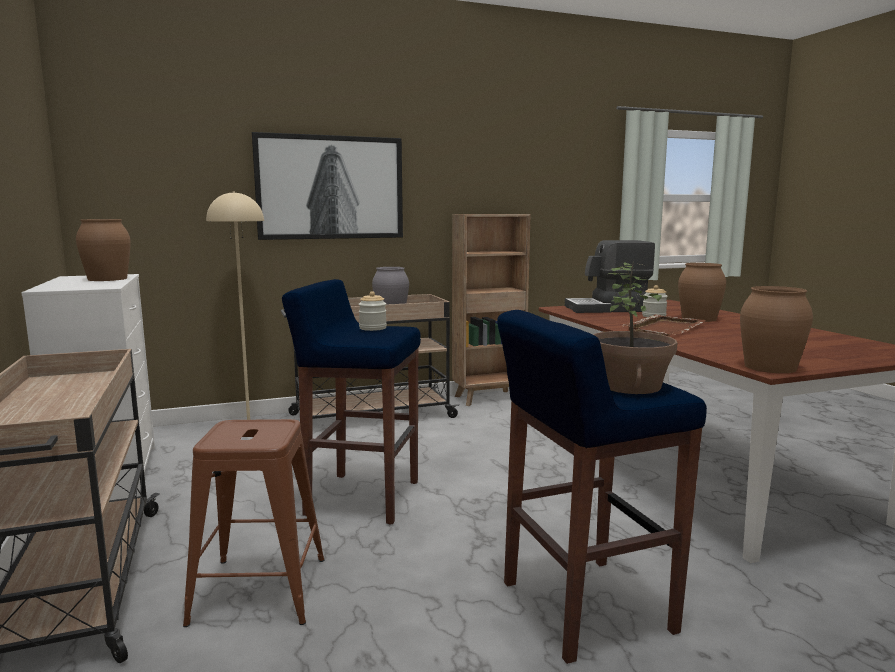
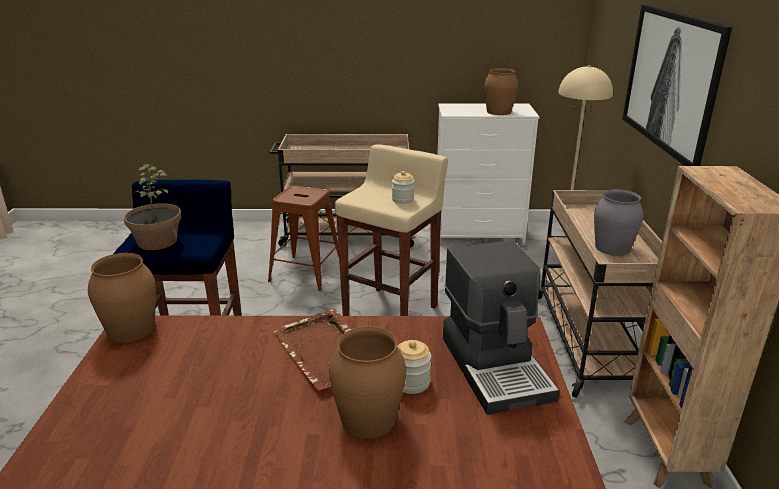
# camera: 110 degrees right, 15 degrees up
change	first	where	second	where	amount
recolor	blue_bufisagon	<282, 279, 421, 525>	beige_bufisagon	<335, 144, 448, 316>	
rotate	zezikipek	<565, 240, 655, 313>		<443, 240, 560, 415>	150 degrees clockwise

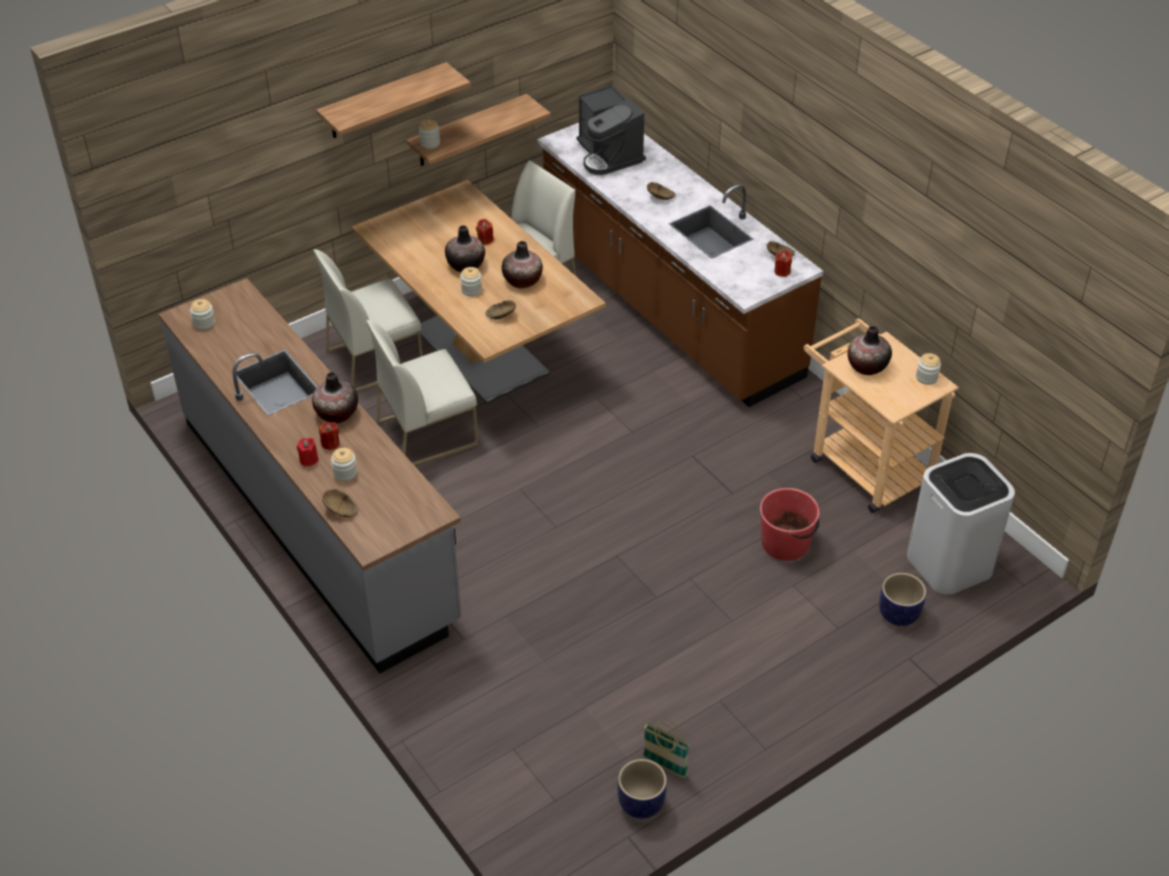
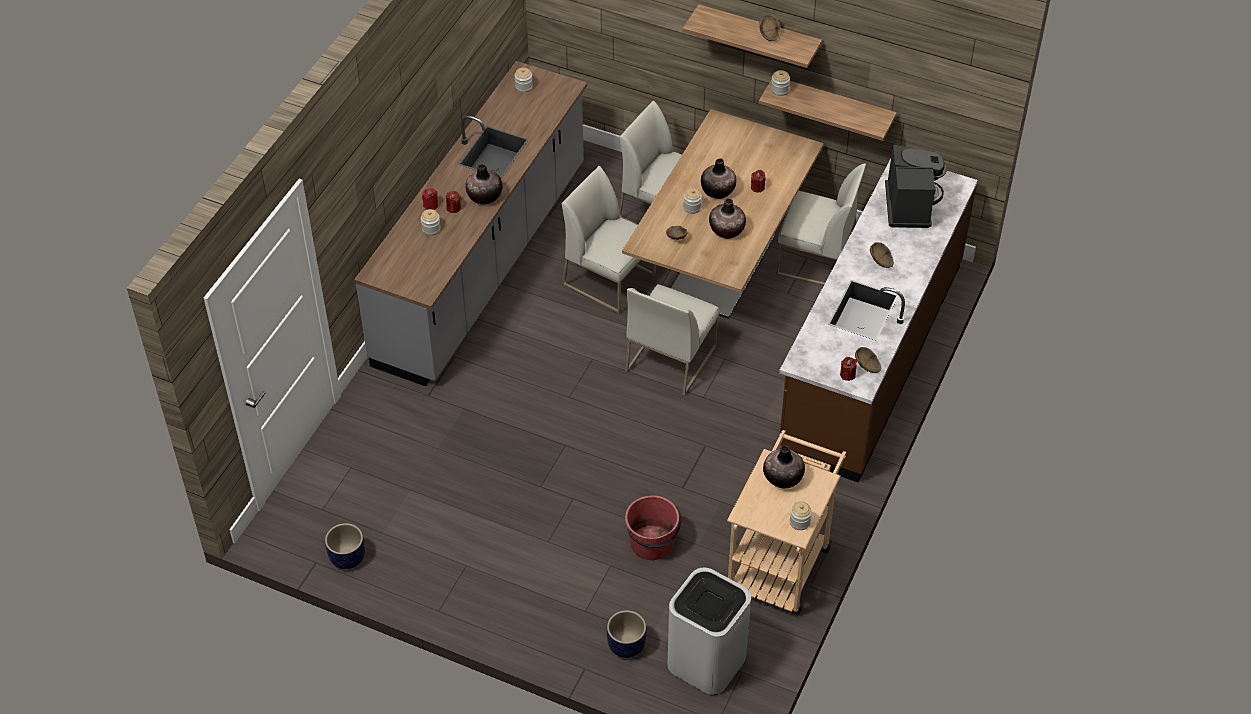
# camera: 60 degrees right, 5 degrees up
change	first	where	second	where	amount
delete	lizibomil	<643, 718, 689, 779>			
insert			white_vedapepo	<625, 284, 720, 396>	
move	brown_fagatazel	<322, 489, 358, 517>		<759, 15, 780, 41>	
rotate	zezikipek	<577, 86, 646, 175>		<885, 144, 946, 228>	150 degrees clockwise

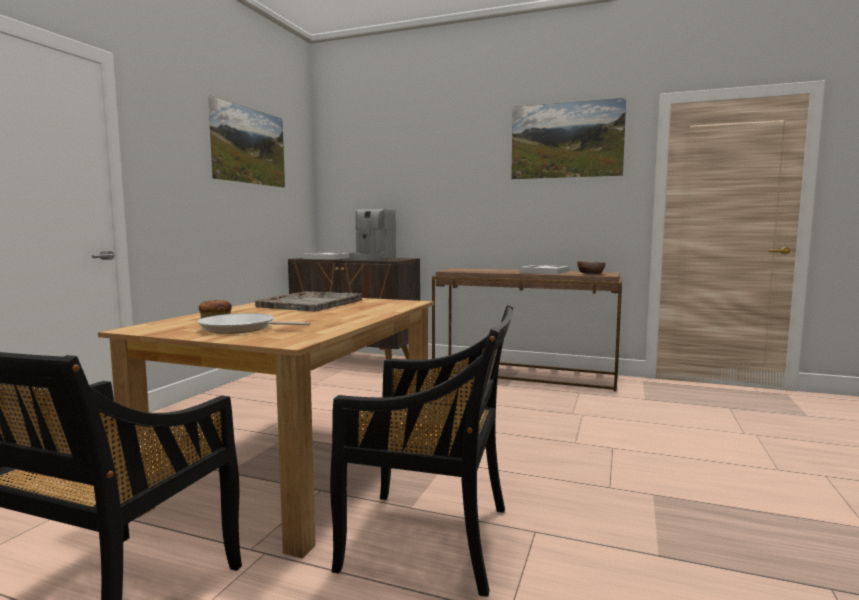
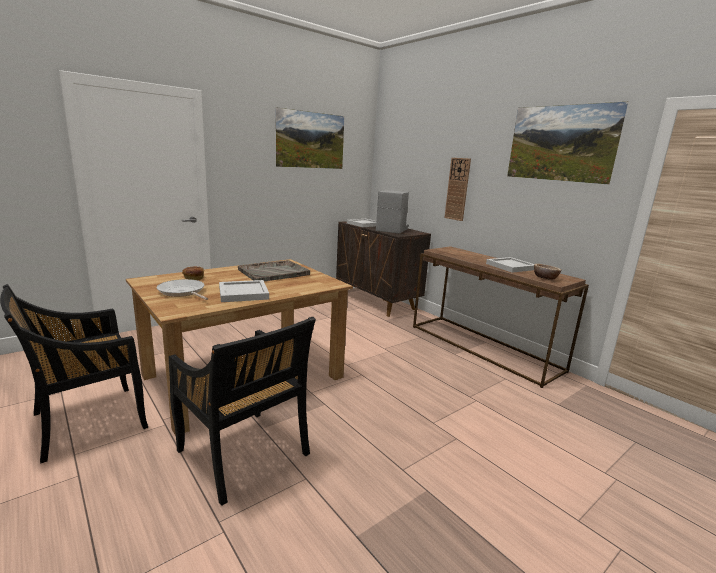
# camera: 30 degrees right, 10 degrees up
change	first	where	second	where	amount
insert			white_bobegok	<219, 280, 269, 302>	
insert			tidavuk	<444, 158, 471, 221>	
rotate	zezikipek	<349, 209, 396, 260>		<376, 190, 409, 234>	150 degrees clockwise

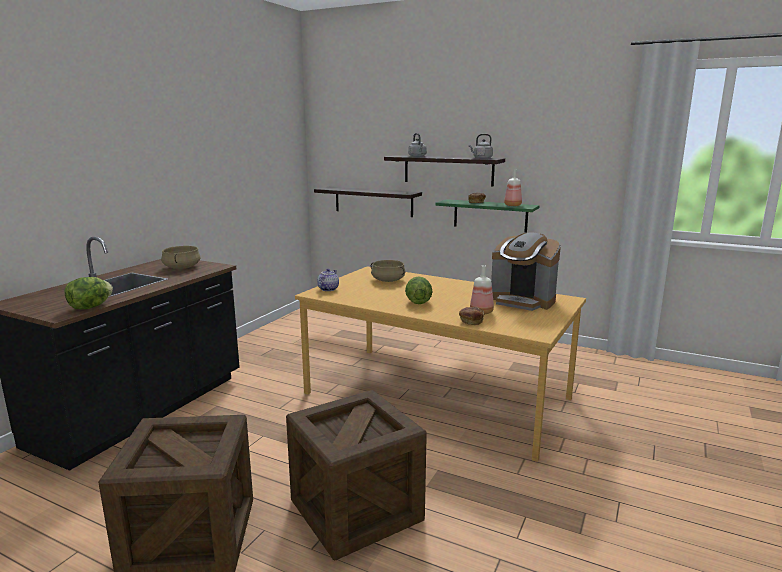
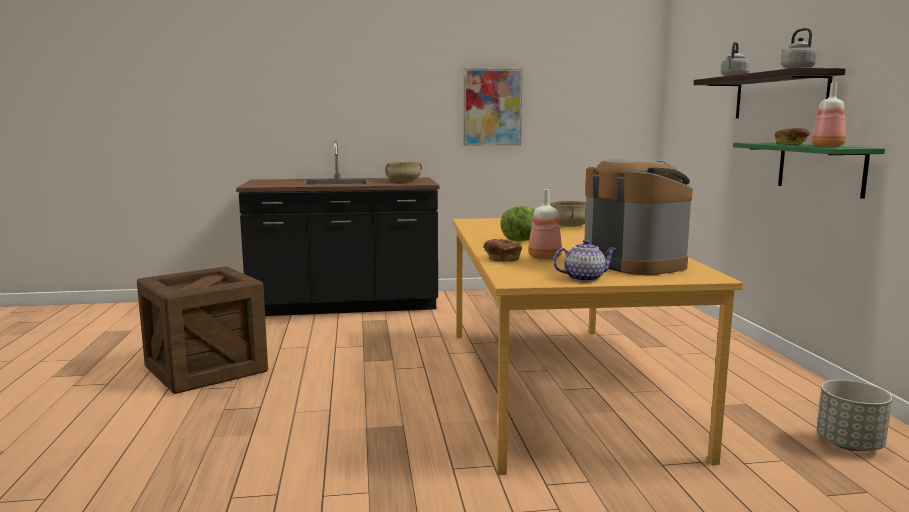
# camera: 55 degrees right, 5 degrees down
change	first	where	second	where	amount
delete	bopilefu	<64, 277, 113, 309>			
delete	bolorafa	<286, 390, 427, 561>			
delete	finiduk	<314, 187, 422, 217>			
insert			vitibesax	<464, 68, 523, 146>	
insert			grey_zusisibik	<816, 380, 892, 451>	
move	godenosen	<317, 269, 339, 291>		<553, 239, 616, 282>	
rotate	zezikipek	<491, 232, 561, 311>		<584, 158, 693, 275>	150 degrees clockwise

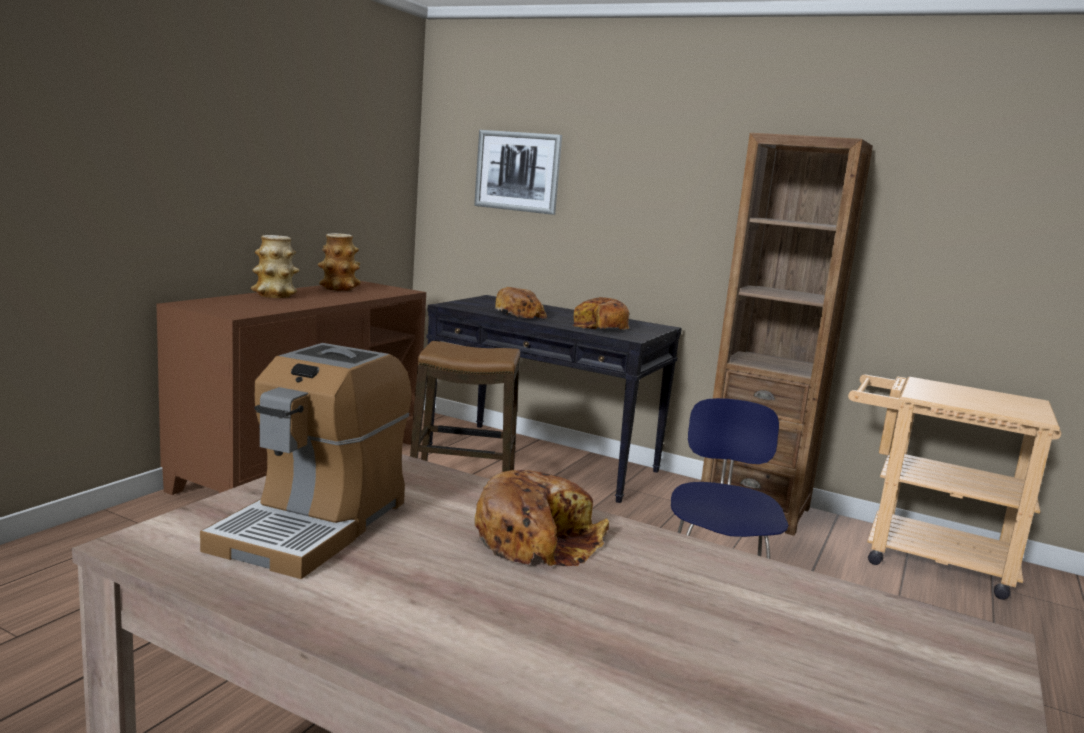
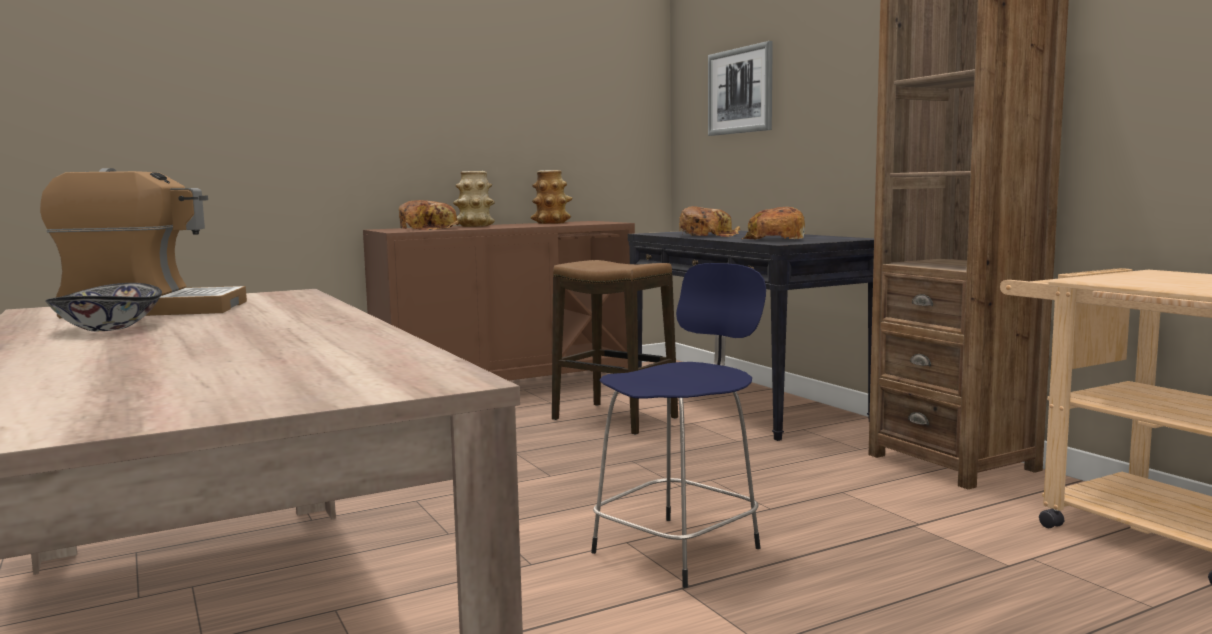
# camera: 35 degrees right, 5 degrees down
change	first	where	second	where	amount
insert			fagatazel	<45, 283, 162, 331>	
move	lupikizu	<474, 470, 609, 566>		<399, 200, 461, 230>	
rotate	zezikipek	<200, 343, 411, 579>		<40, 168, 247, 318>	150 degrees counterclockwise

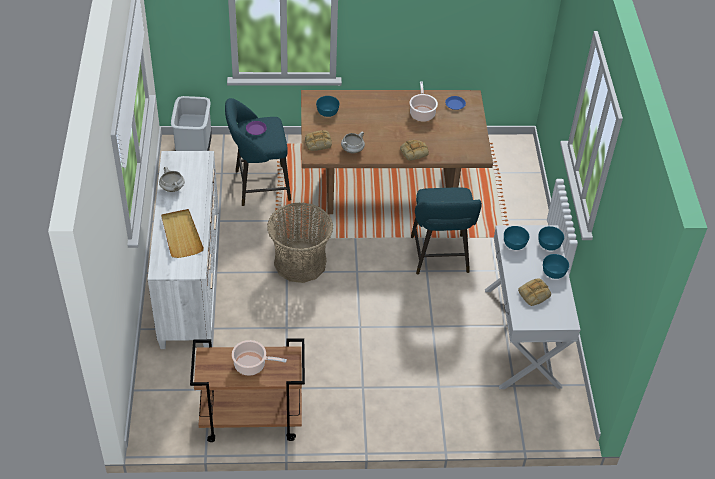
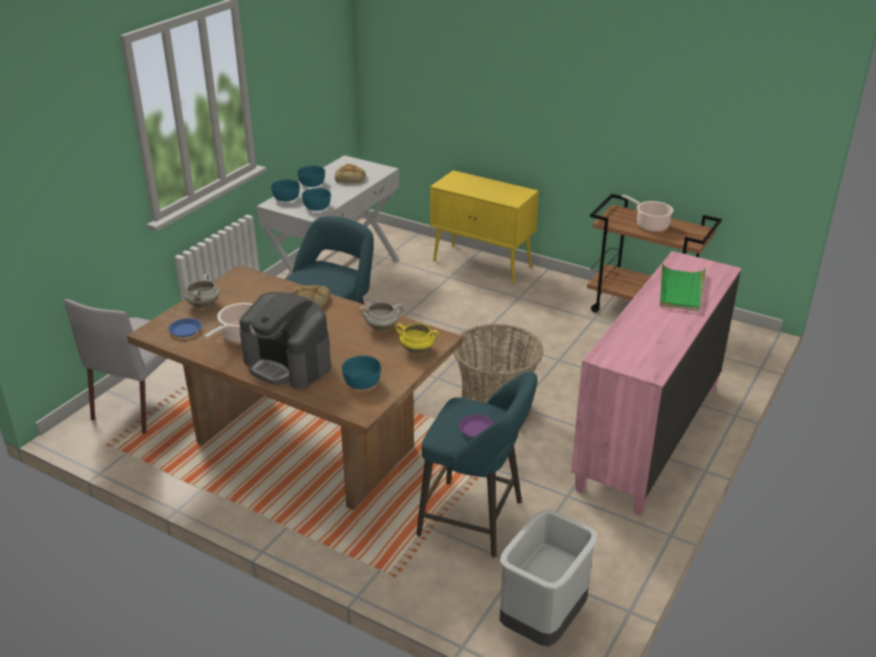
# camera: 145 degrees left, 15 degrees down
change	first	where	second	where	amount
insert			grey_vedapepo	<64, 299, 187, 434>	
insert			zezikipek	<239, 292, 331, 389>	
insert			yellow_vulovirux	<430, 170, 539, 284>	
move	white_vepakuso	<159, 167, 184, 192>		<185, 274, 220, 308>	
replace	lupikizu	<305, 130, 332, 151>	yellow_vepakuso	<395, 323, 439, 354>	
recolor	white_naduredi	<148, 151, 219, 349>	pink_naduredi	<571, 251, 741, 515>	
recolor	beige_bobegok	<161, 209, 204, 258>	green_bobegok	<660, 263, 706, 312>	

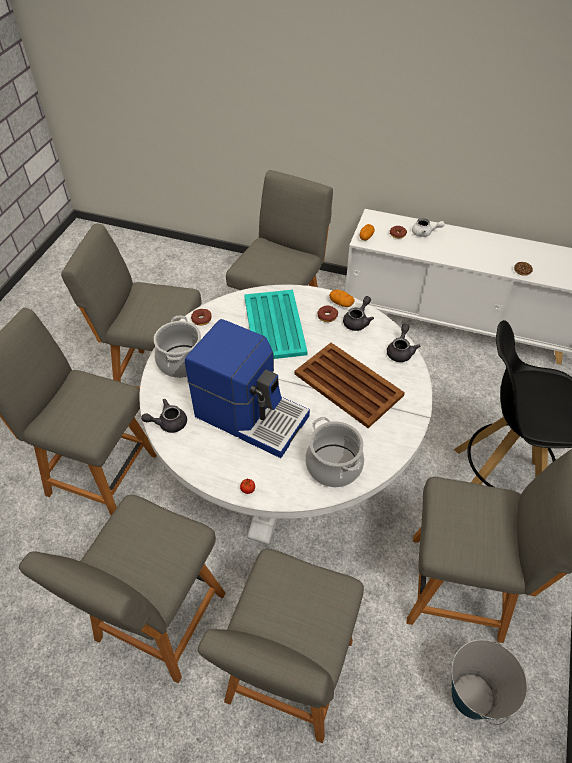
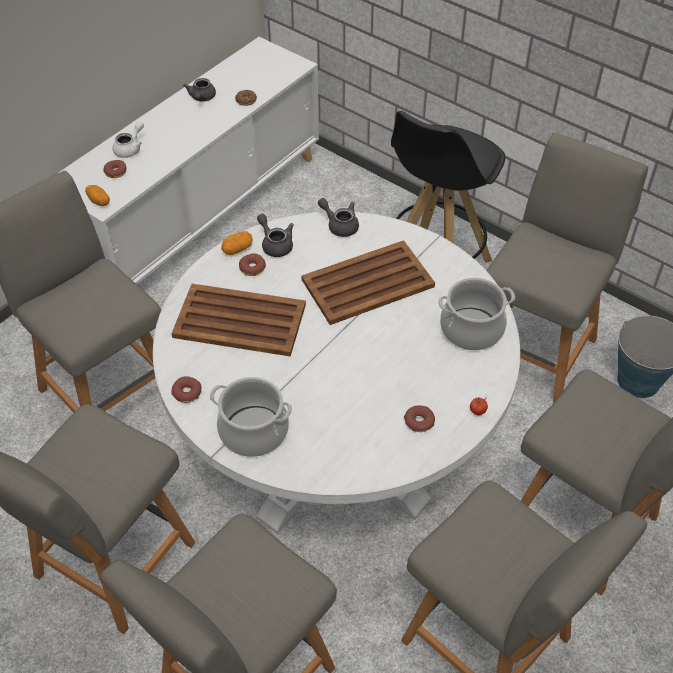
# camera: 70 degrees left, 0 degrees up
change	first	where	second	where	amount
delete	zezikipek	<185, 319, 310, 458>			
insert			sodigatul	<404, 406, 435, 432>	
move	grey_godenosen	<141, 399, 187, 433>		<183, 78, 216, 102>	
recolor	turquoise_bobegok	<244, 290, 308, 359>	brown_bobegok	<171, 284, 306, 357>	

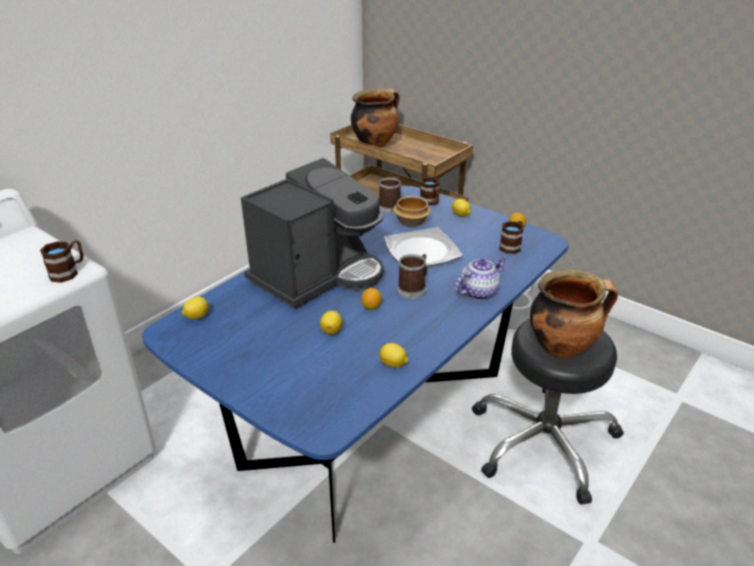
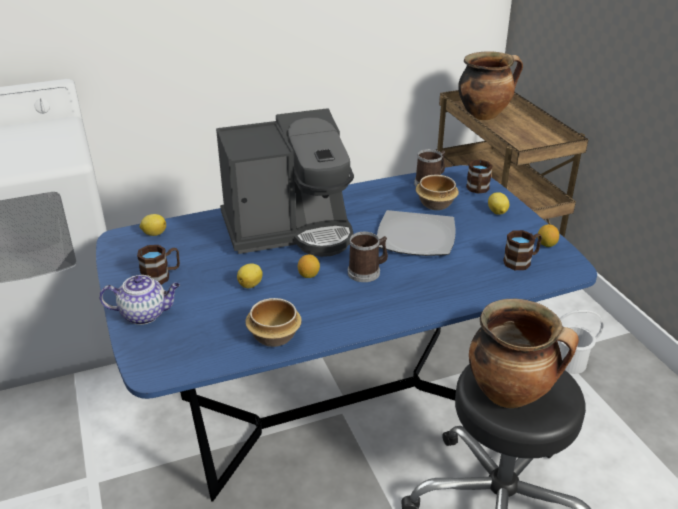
# camera: 30 degrees right, 0 degrees up
change	first	where	second	where	amount
move	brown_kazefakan	<40, 240, 83, 283>		<137, 245, 180, 285>	
move	godenosen	<455, 258, 506, 300>		<99, 275, 180, 325>	
replace	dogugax	<379, 343, 408, 368>	fagatazel	<245, 298, 302, 347>	

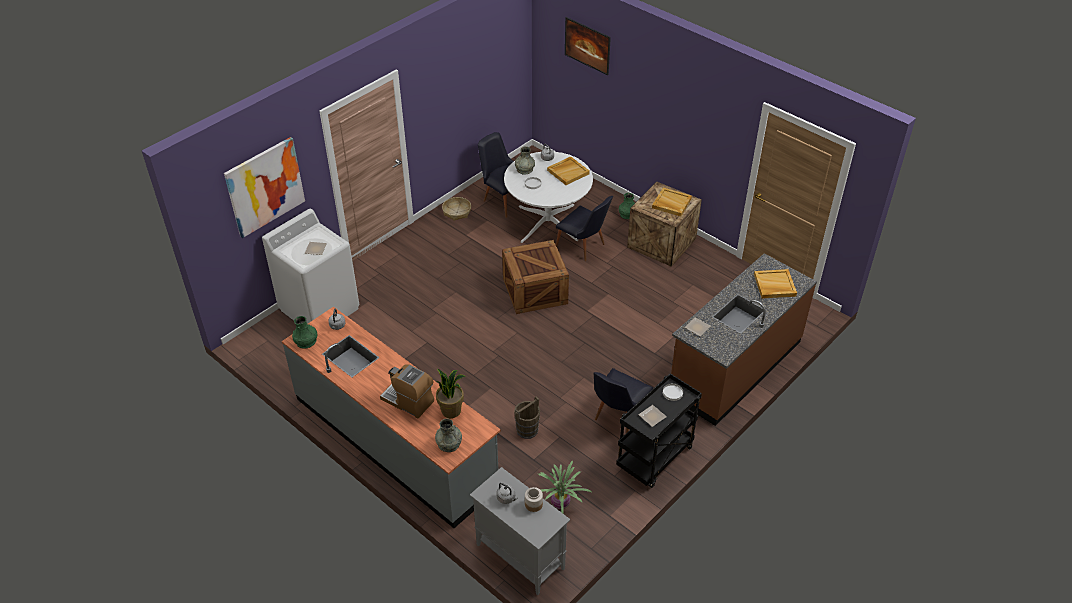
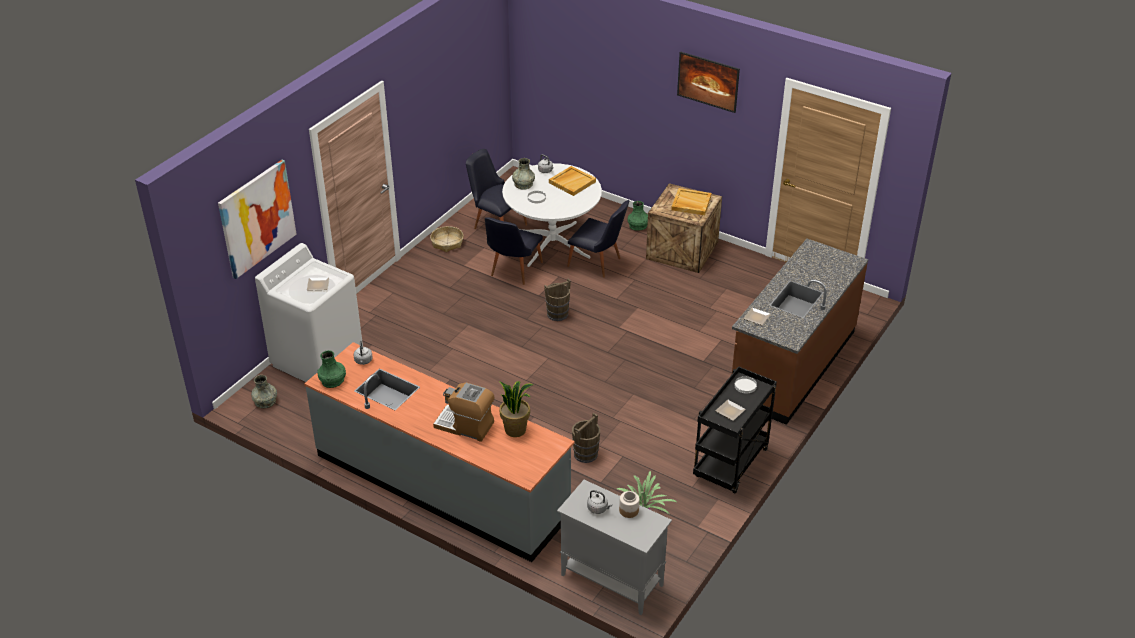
# camera: 10 degrees left, 5 degrees down
change	first	where	second	where	amount
delete	beige_bobegok	<754, 269, 797, 298>			
move	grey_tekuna	<435, 419, 462, 452>		<251, 375, 277, 408>	
move	vitibesax	<565, 17, 611, 75>		<677, 51, 740, 113>	
move	black_vedapepo	<594, 368, 653, 433>		<485, 218, 543, 285>	
replace	bolorafa	<502, 240, 569, 314>	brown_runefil	<544, 278, 571, 321>	

